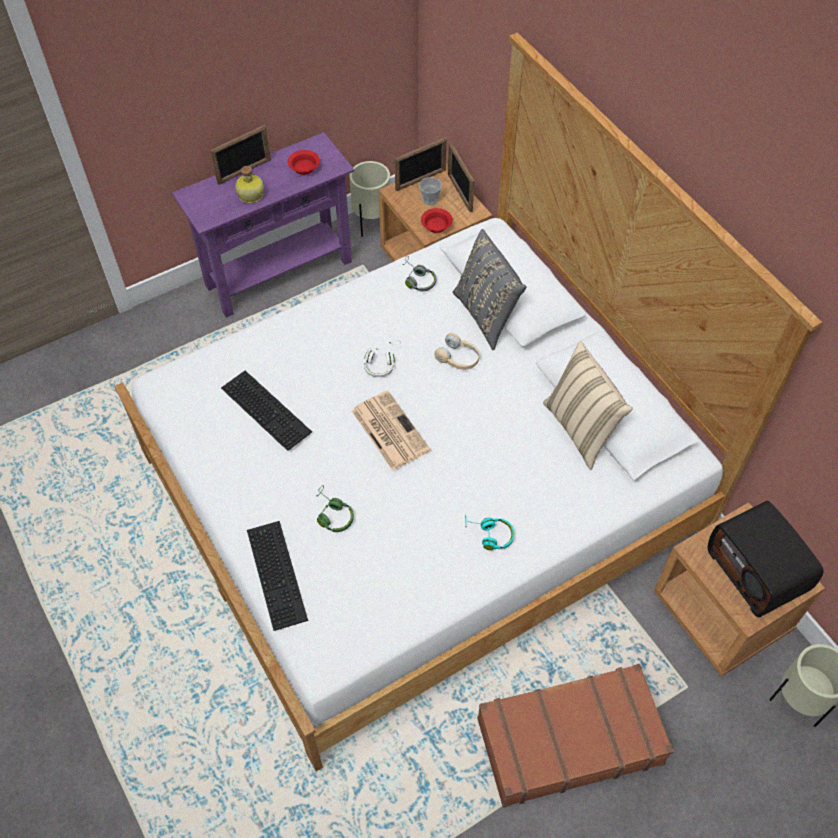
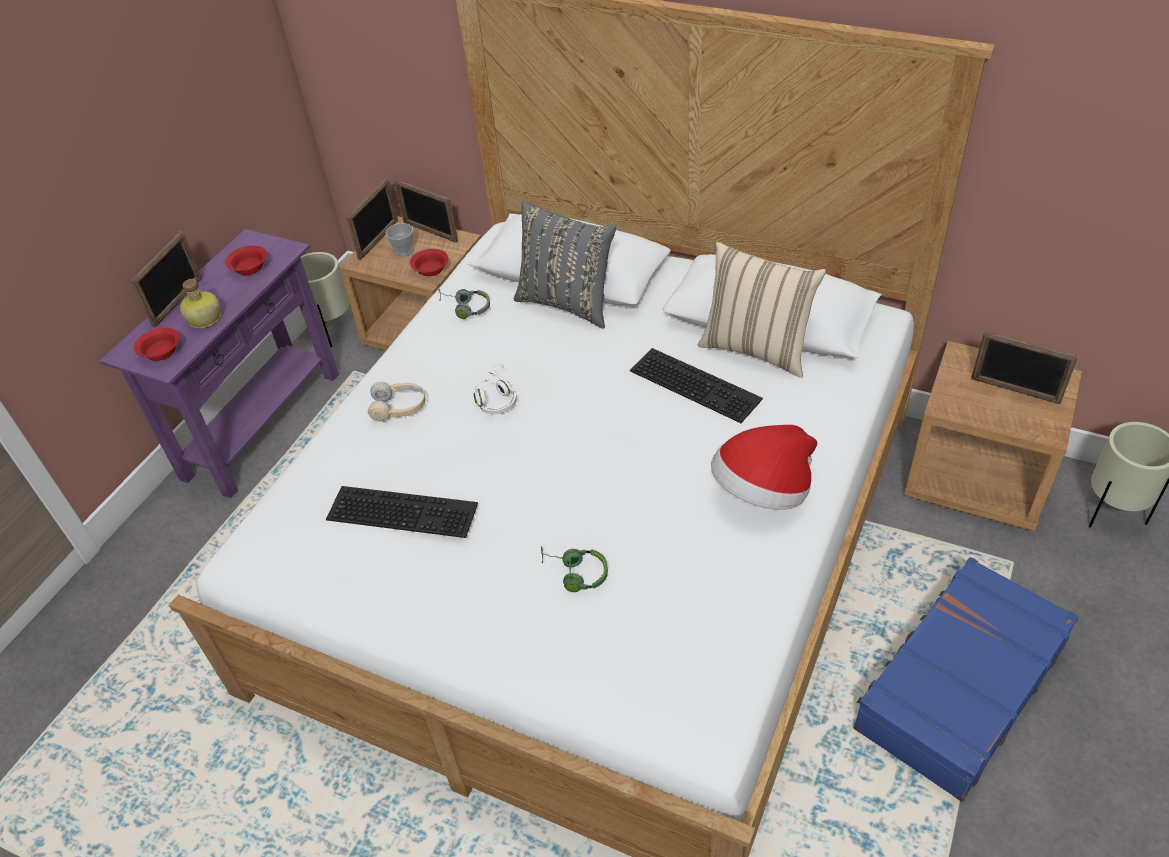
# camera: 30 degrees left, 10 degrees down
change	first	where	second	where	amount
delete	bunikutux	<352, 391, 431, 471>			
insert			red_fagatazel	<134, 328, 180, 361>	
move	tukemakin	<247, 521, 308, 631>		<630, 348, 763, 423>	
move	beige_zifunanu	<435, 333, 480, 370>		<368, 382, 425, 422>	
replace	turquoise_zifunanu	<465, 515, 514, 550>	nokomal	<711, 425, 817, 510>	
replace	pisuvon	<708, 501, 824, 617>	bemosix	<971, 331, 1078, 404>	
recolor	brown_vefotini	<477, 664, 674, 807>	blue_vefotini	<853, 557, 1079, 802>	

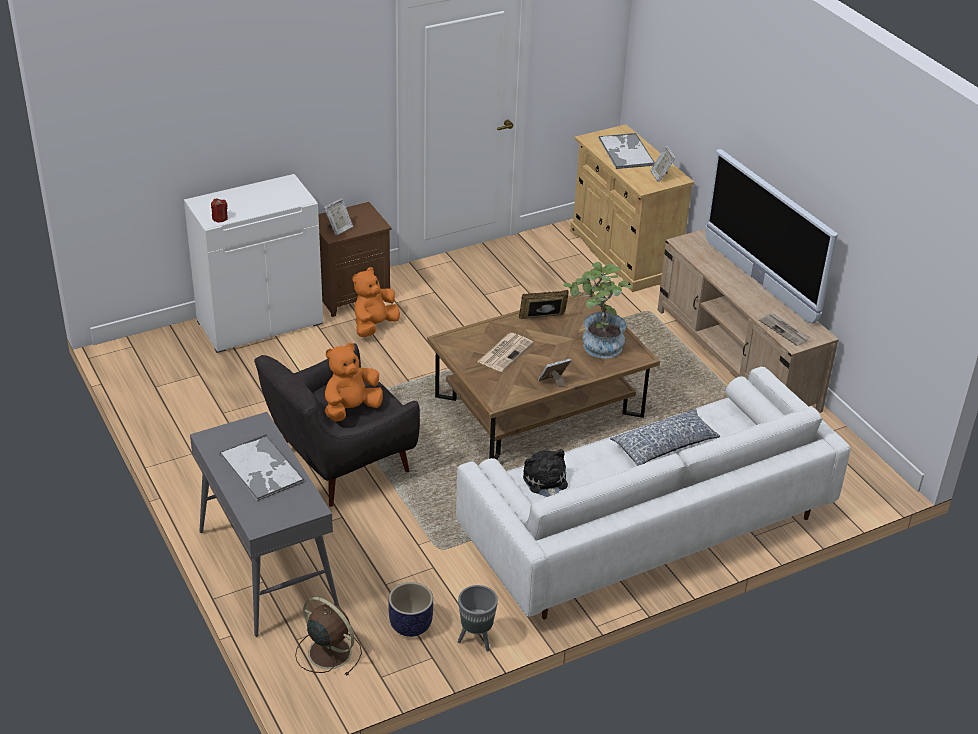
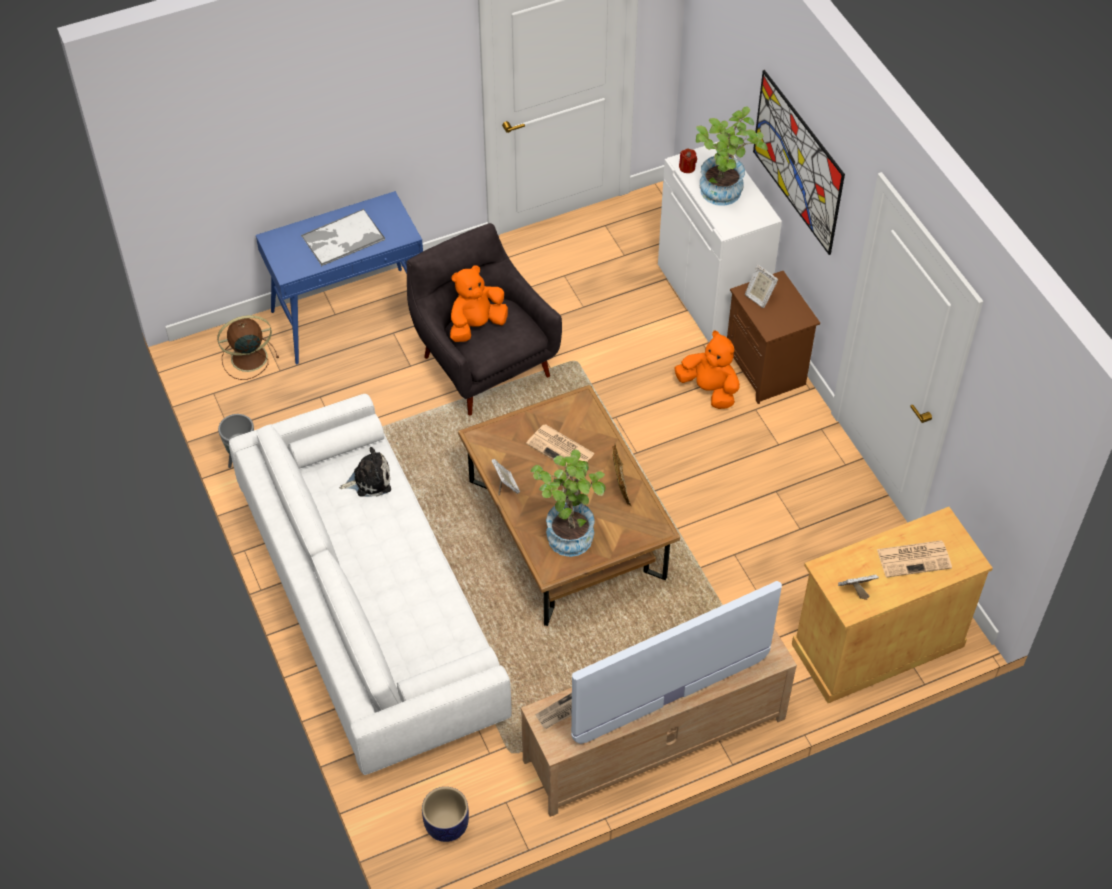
# camera: 95 degrees right, 15 degrees up
change	first	where	second	where	amount
delete	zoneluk	<610, 408, 720, 466>			
insert			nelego	<696, 106, 768, 206>	
insert			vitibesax	<753, 70, 845, 255>	
move	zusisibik	<388, 582, 433, 637>		<422, 787, 469, 842>	
replace	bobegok	<599, 133, 655, 169>	bunikutux	<877, 540, 952, 578>	
recolor	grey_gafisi	<190, 412, 339, 637>	blue_gafisi	<256, 191, 423, 364>	
rotate	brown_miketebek	<295, 597, 362, 676>		<217, 315, 279, 380>	150 degrees counterclockwise
rotate	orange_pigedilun	<325, 343, 383, 422>		<450, 266, 508, 342>	90 degrees counterclockwise

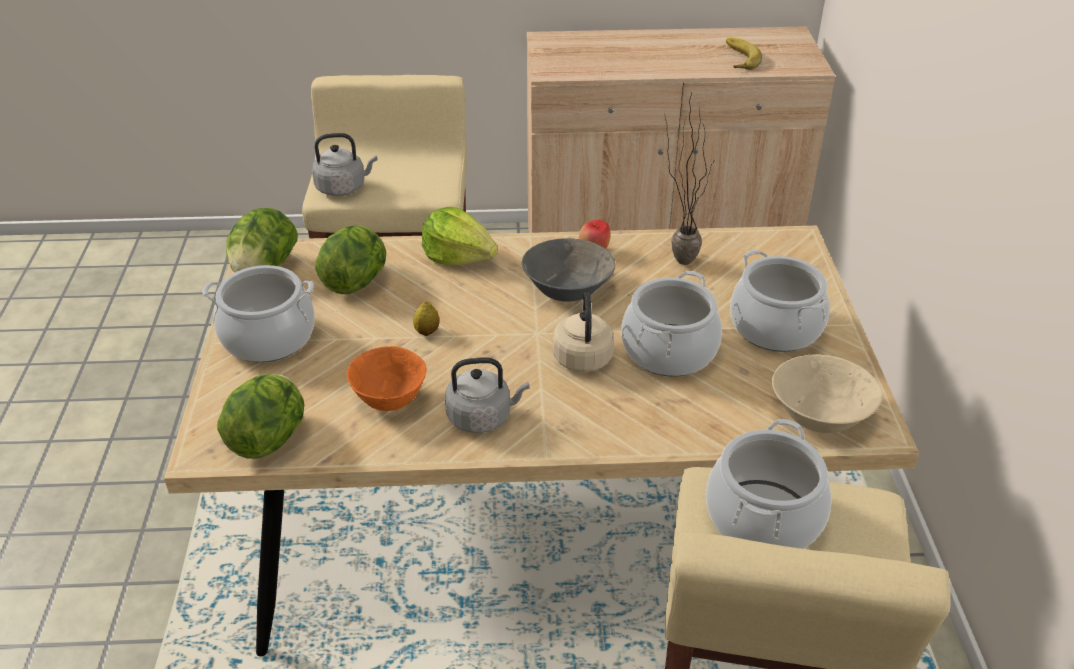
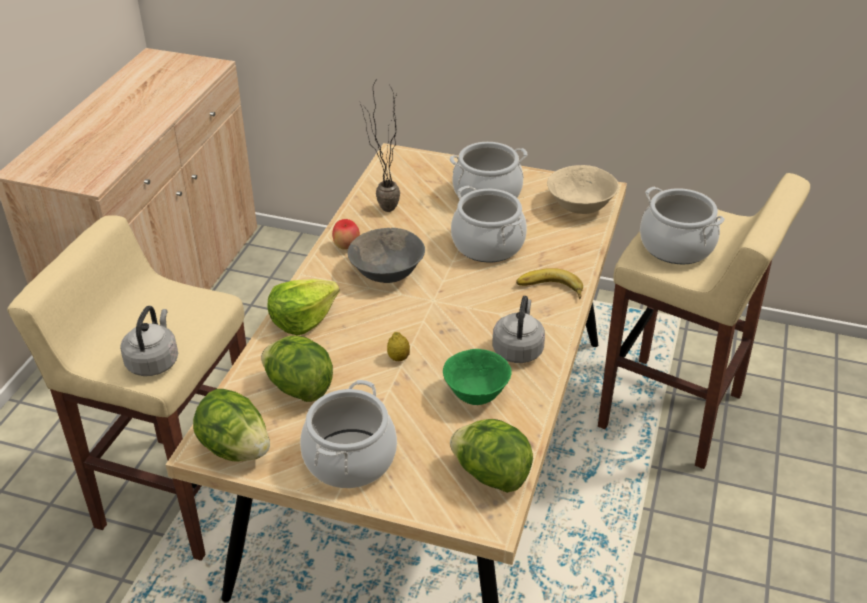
# camera: 70 degrees left, 0 degrees up
change	first	where	second	where	amount
delete	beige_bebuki	<553, 292, 614, 372>			
move	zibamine	<726, 38, 762, 70>		<516, 268, 583, 299>	
recolor	orange_fagatazel	<347, 346, 426, 411>	green_fagatazel	<443, 349, 512, 405>	

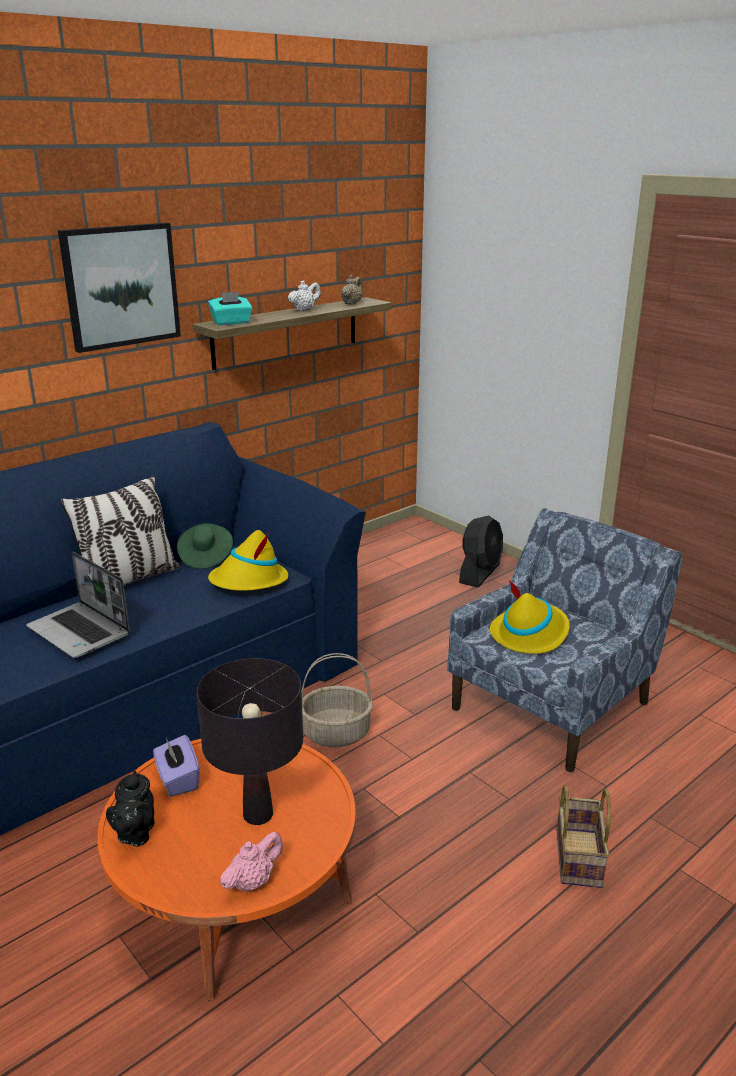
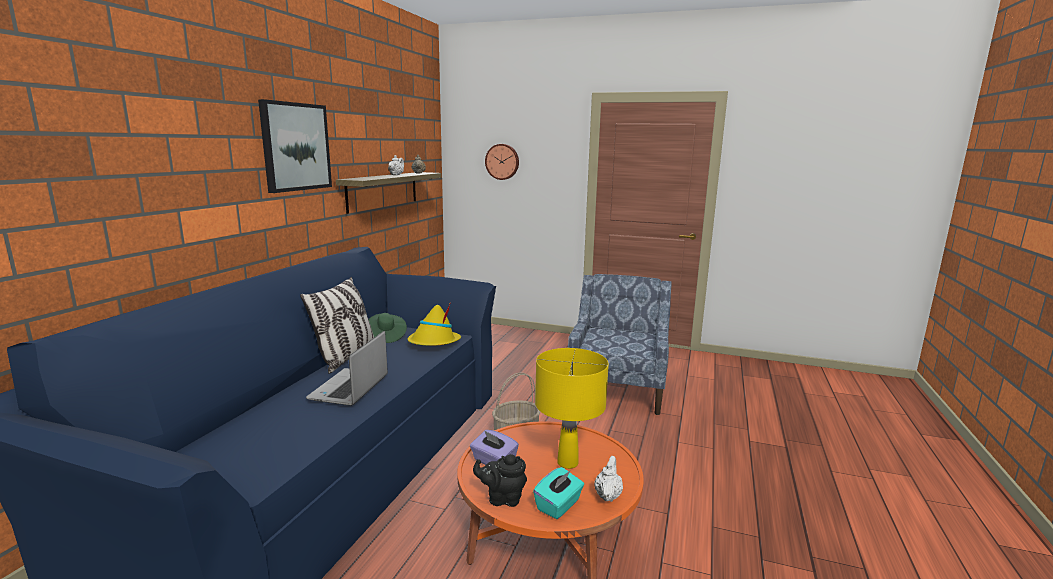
# camera: 30 degrees left, 10 degrees down
change	first	where	second	where	amount
delete	black_miketebek	<459, 515, 503, 587>			
delete	yellow_nokomal	<490, 580, 570, 654>			
delete	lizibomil	<557, 785, 611, 888>			
insert			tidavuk	<485, 144, 519, 180>	
move	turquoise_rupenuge	<208, 292, 252, 325>		<533, 467, 584, 519>	
recolor	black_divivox	<196, 658, 303, 825>	yellow_divivox	<535, 348, 609, 469>	
recolor	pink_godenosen	<220, 832, 283, 892>	white_godenosen	<594, 456, 623, 502>	
rotate	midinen	<26, 552, 130, 658>		<306, 331, 388, 406>	90 degrees clockwise
rotate	black_godenosen	<106, 771, 155, 847>		<473, 454, 527, 507>	120 degrees clockwise

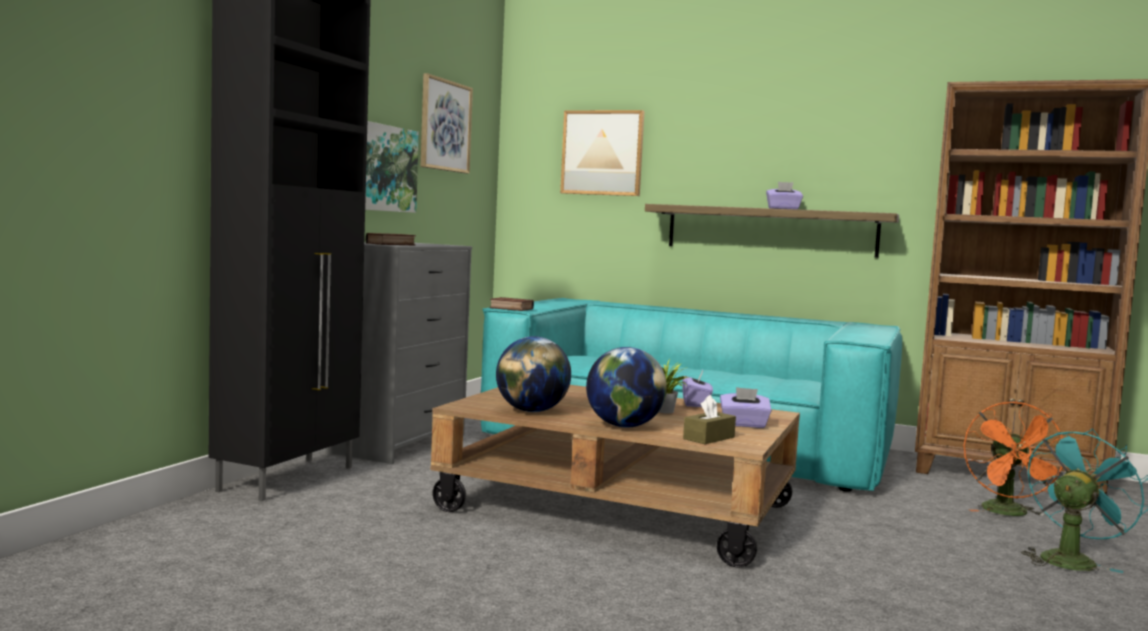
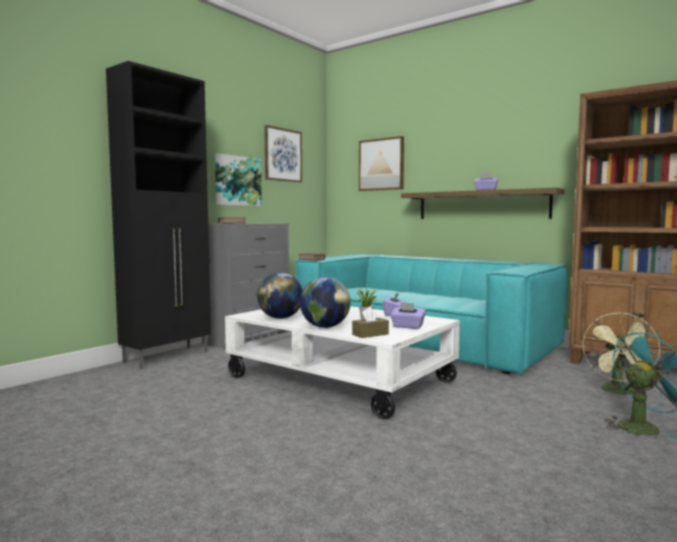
# camera: 15 degrees right, 0 degrees up
change	first	where	second	where	amount
recolor	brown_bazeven	<431, 385, 800, 568>	white_bazeven	<225, 306, 460, 419>	
recolor	orange_miketebek	<964, 402, 1067, 516>	green_miketebek	<583, 313, 660, 395>	

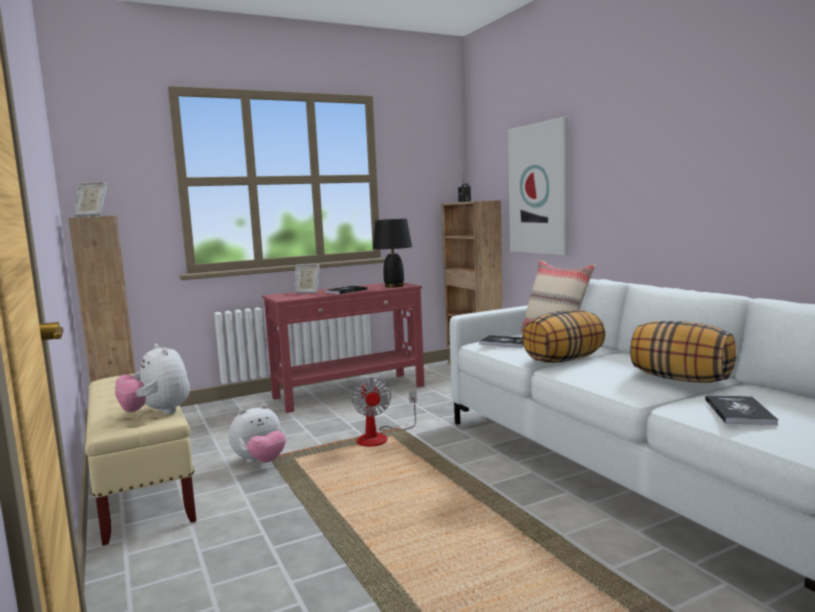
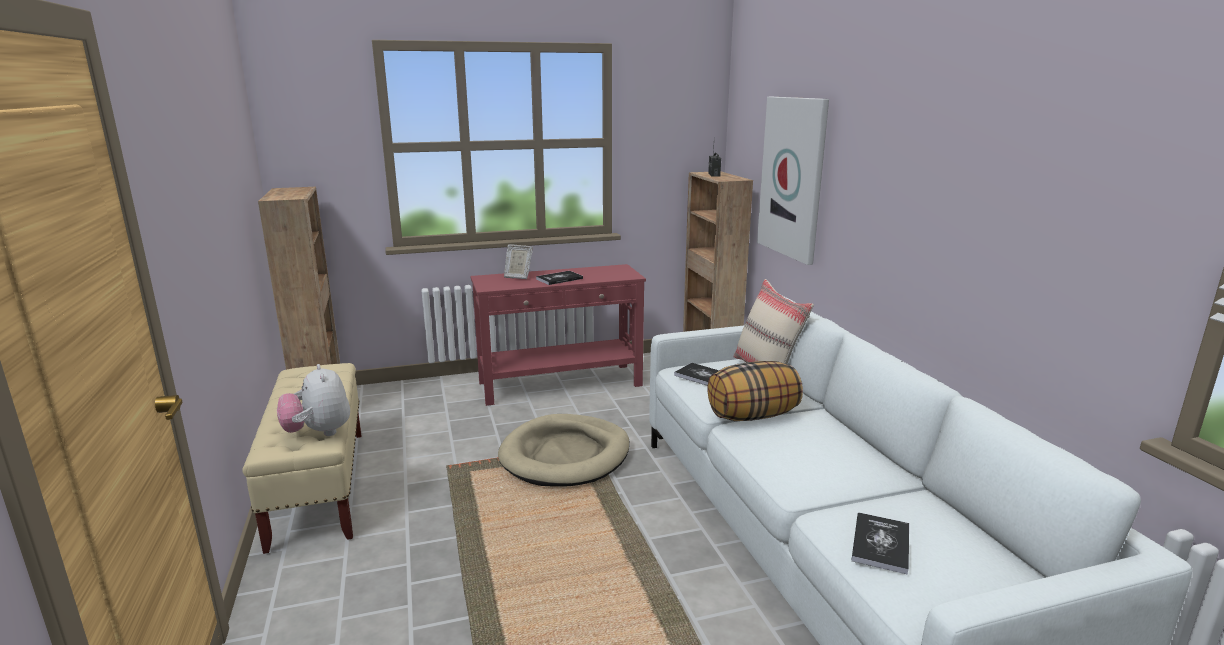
# camera: 10 degrees right, 10 degrees up
change	first	where	second	where	amount
delete	bemosix	<74, 182, 107, 217>			
delete	pigedilun	<229, 404, 286, 463>			
delete	black_divivox	<373, 219, 412, 287>			
delete	zoneluk	<630, 321, 736, 383>			
replace	miketebek	<352, 377, 417, 447>	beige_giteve	<498, 414, 630, 487>	

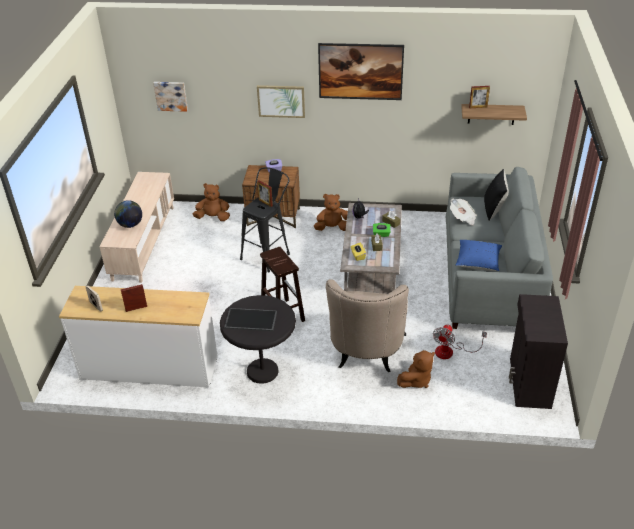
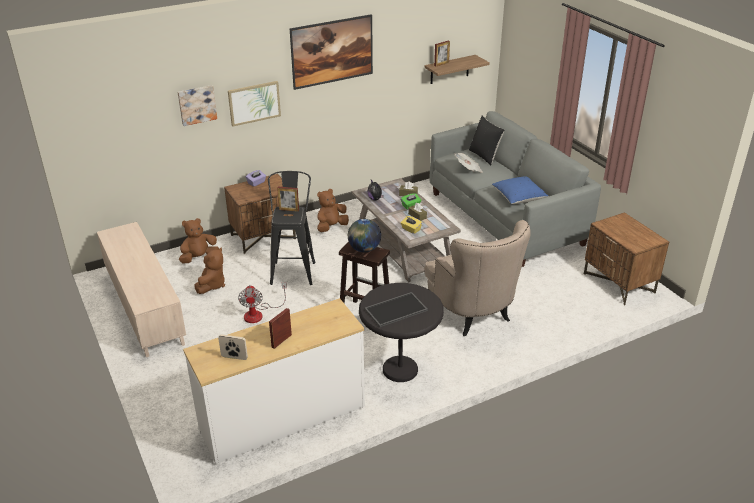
# camera: 35 degrees left, 5 degrees down
change	first	where	second	where	amount
move	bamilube	<114, 200, 142, 228>		<348, 219, 381, 252>	
move	vitibesax	<153, 82, 188, 112>		<178, 85, 217, 126>	
move	brown_pigedilun	<397, 350, 435, 388>		<194, 248, 225, 294>	
move	miketebek	<433, 325, 487, 359>		<238, 282, 287, 323>	
replace	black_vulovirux	<509, 294, 568, 409>	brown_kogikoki	<584, 212, 669, 305>	

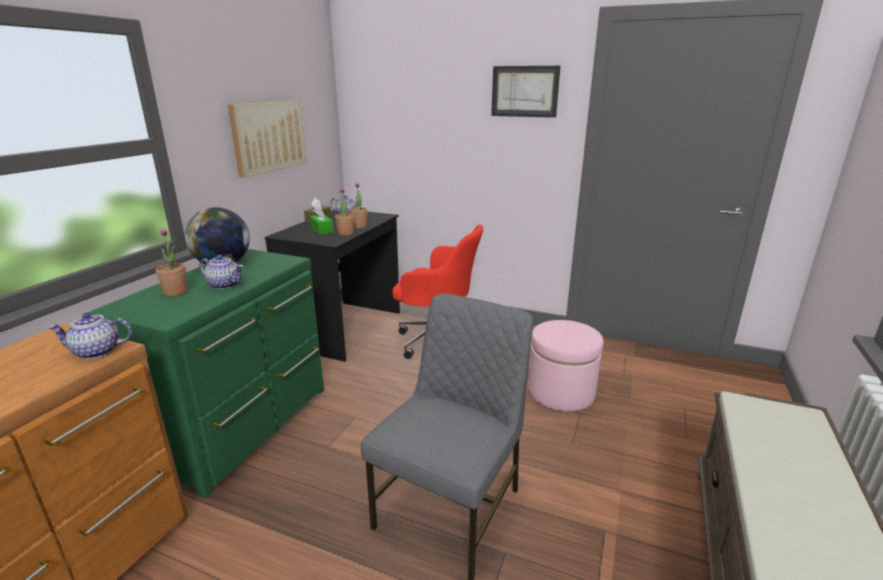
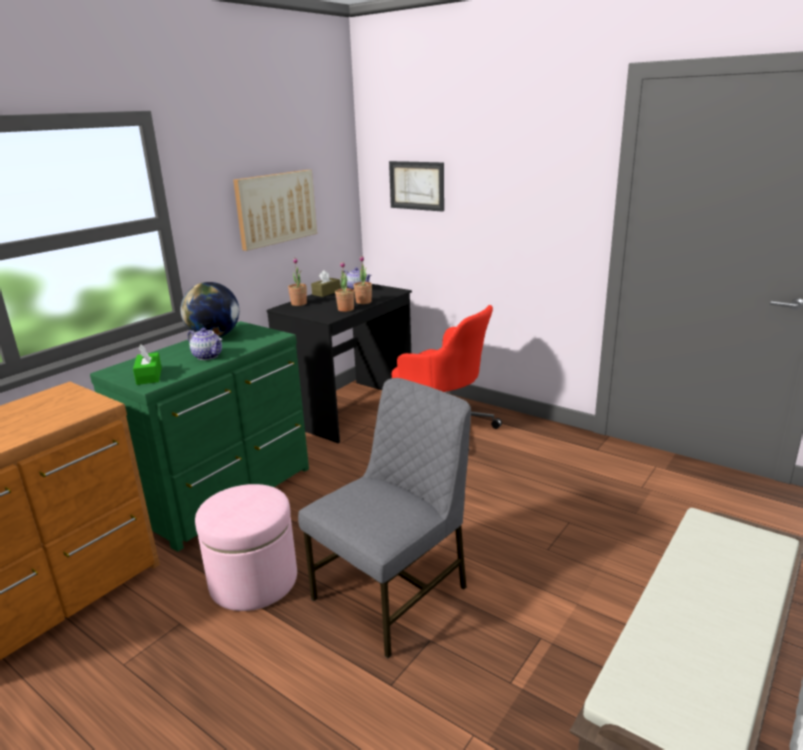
# camera: 15 degrees right, 0 degrees up
change	first	where	second	where	amount
delete	godenosen	<48, 313, 132, 359>			
move	nelego	<156, 228, 188, 296>		<288, 258, 307, 306>	
move	green_rupenuge	<310, 207, 334, 234>		<133, 345, 162, 385>	
move	vitibesax	<491, 66, 560, 118>		<389, 161, 444, 212>	
move	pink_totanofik	<528, 320, 603, 412>		<195, 484, 297, 611>	

